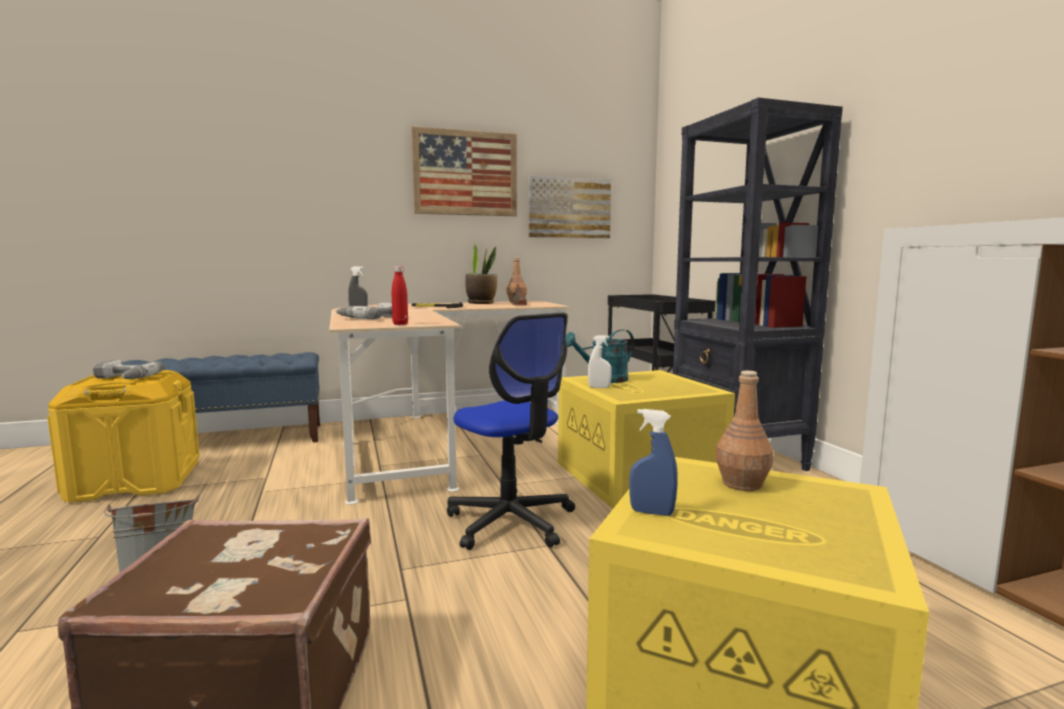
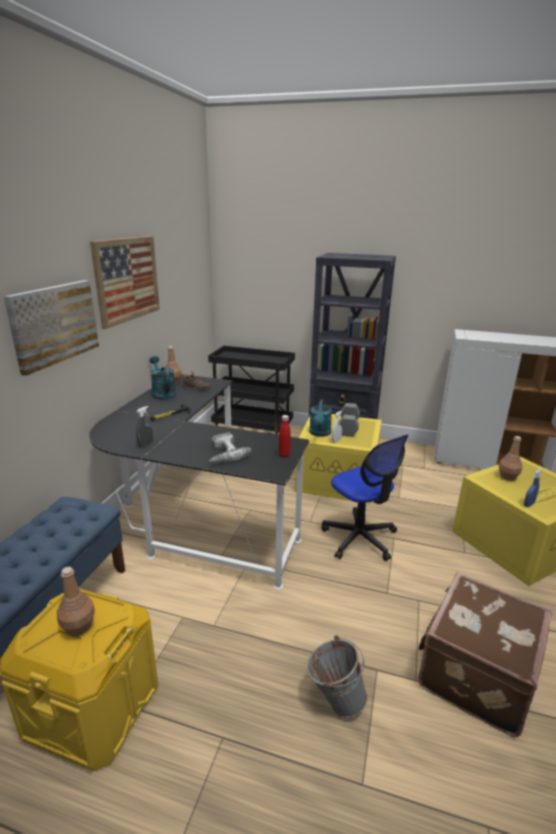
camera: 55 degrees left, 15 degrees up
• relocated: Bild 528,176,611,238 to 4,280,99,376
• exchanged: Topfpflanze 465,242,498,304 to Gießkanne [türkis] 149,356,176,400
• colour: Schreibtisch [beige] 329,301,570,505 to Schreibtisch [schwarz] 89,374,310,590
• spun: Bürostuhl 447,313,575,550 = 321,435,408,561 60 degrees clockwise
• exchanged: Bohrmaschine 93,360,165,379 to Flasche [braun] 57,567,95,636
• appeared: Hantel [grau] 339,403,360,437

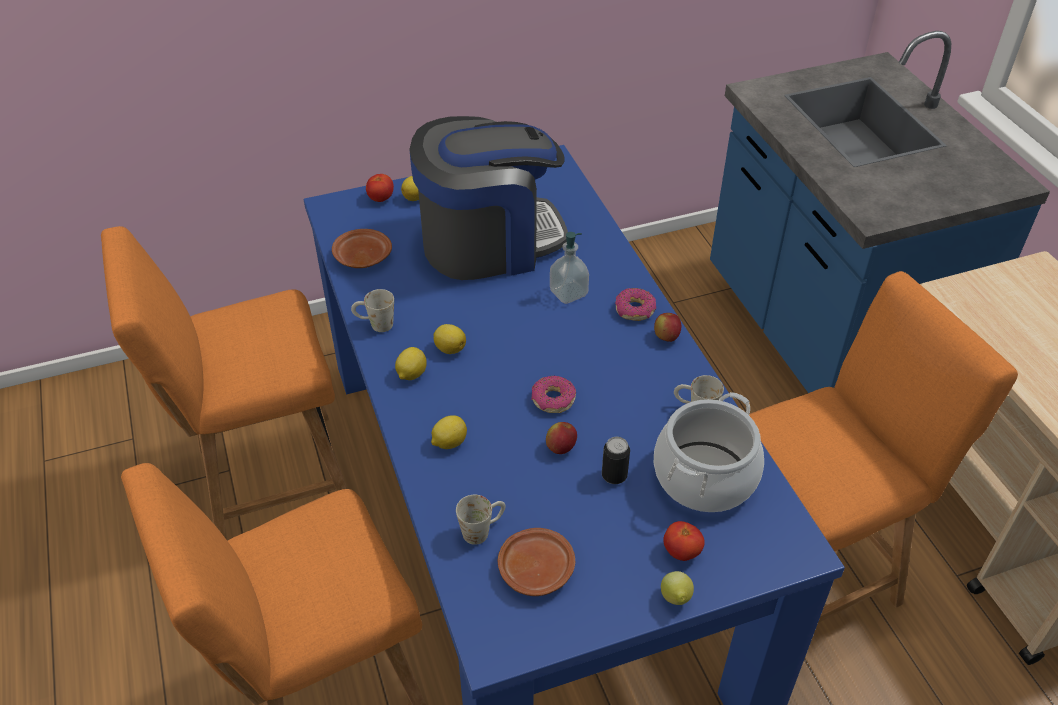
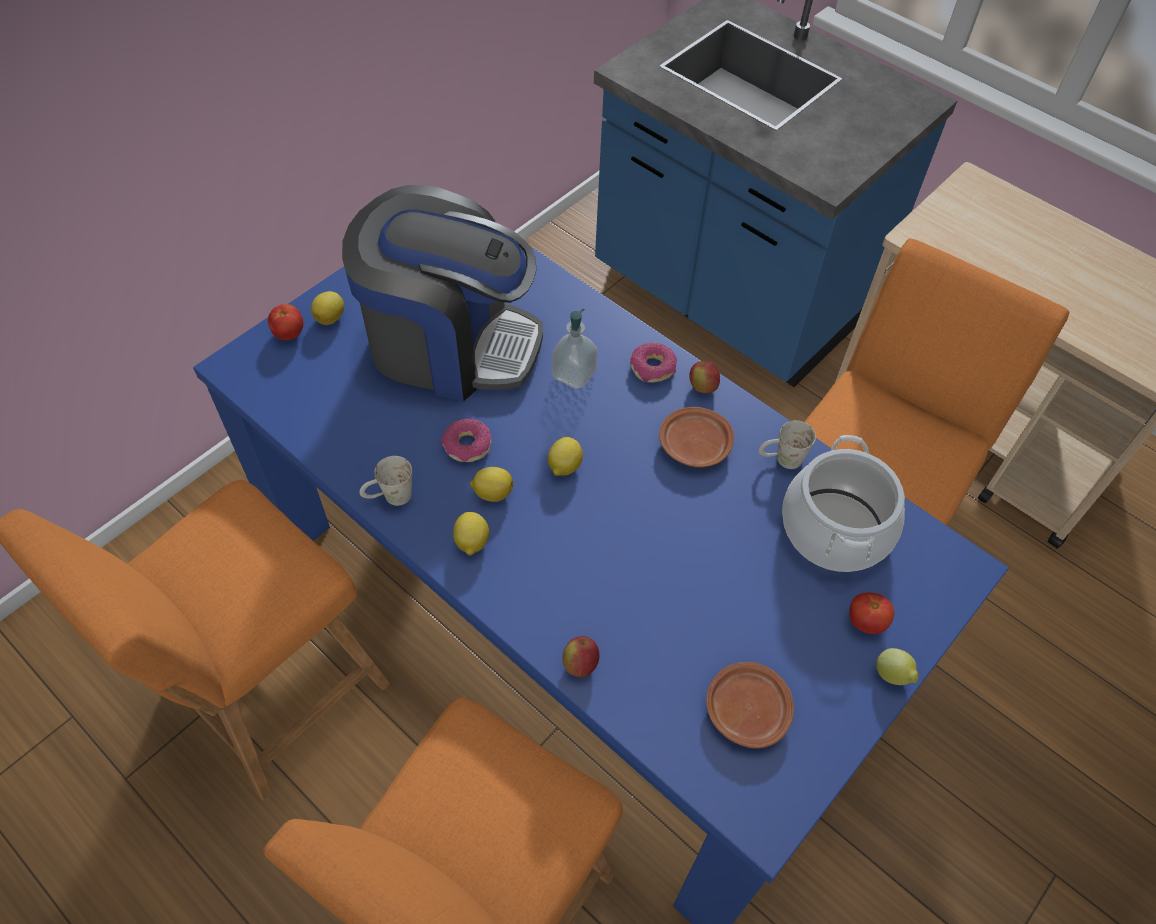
camera: 30 degrees left, 10 degrees up
• spun: Kaffeemaschine 409,116,568,280 = 342,185,543,401 60 degrees clockwise
• relocated: Teller [braun] 332,229,392,268 to 659,407,734,468
• relocated: Donut 531,375,576,413 to 441,419,492,462
• relocated: Zitrone 431,415,467,449 to 548,437,583,476
• relocated: Apfel 546,422,577,454 to 563,636,599,678
• missing: Dose 602,437,630,484
• missing: Henkelbecher [weiß] 456,495,506,545

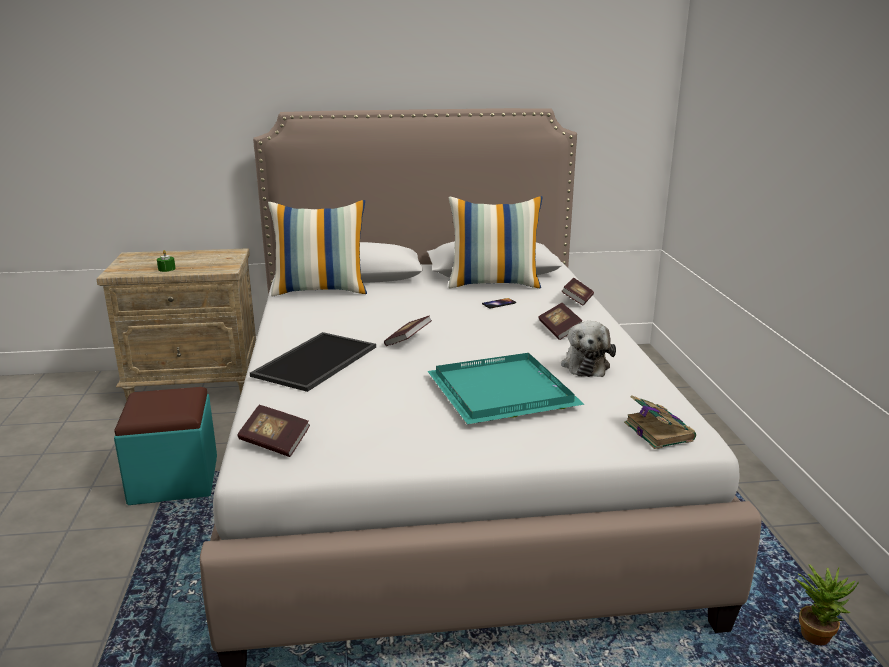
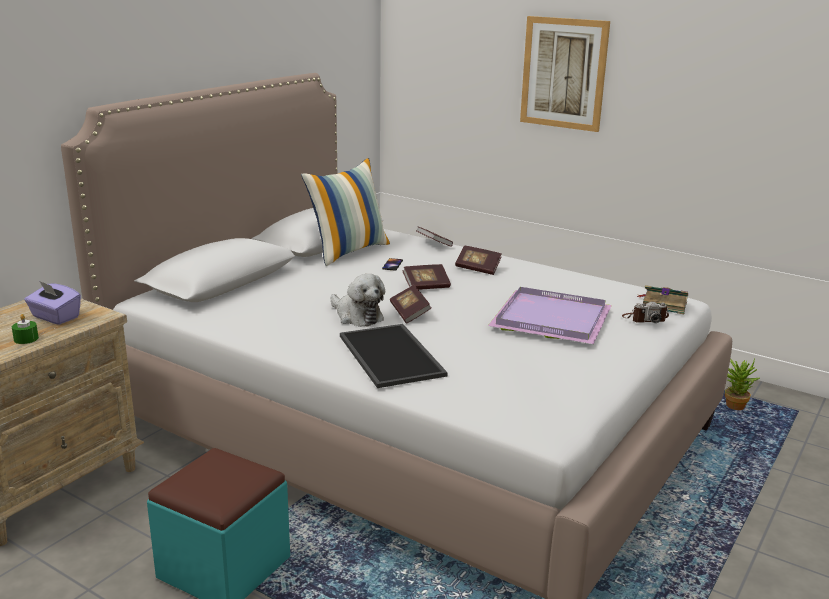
camera: 50 degrees left, 0 degrees up
• missing: Kissen 268,200,367,296
• relocated: Plüschtier 561,321,616,377 to 331,274,385,327
• colour: Tablett [türkis] 428,353,584,424 to Tablett [lila] 488,287,612,344
• relocated: Buch 237,405,310,457 to 403,264,451,290
• appeared: Bild 520,16,610,132
• appeared: Taschentuchbox [lila] 25,281,81,325
• appeared: Kamera 622,301,669,323

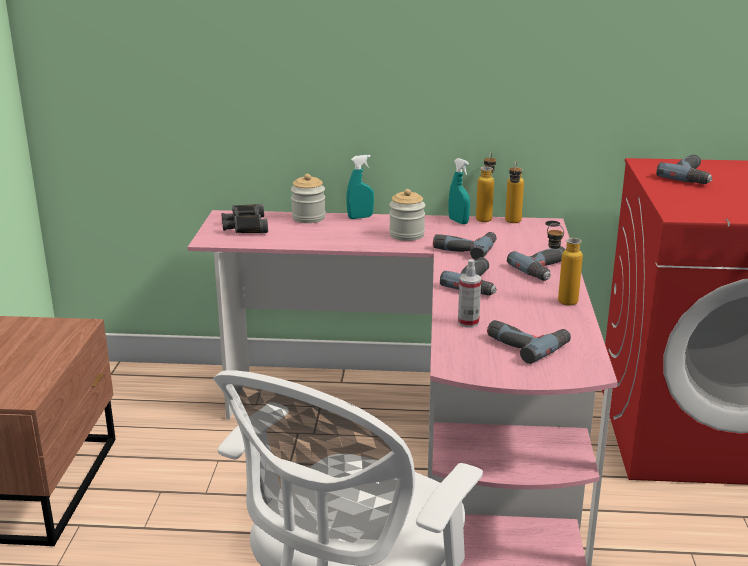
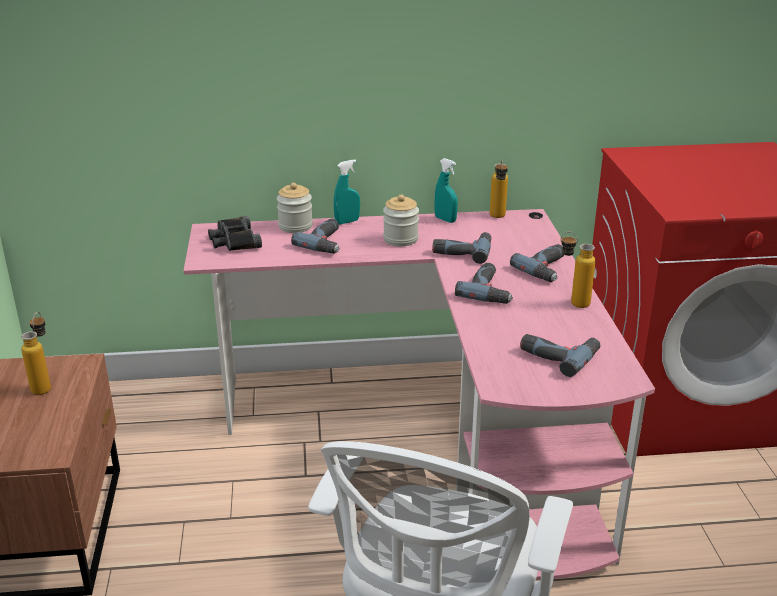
camera: 10 degrees left, 5 degrees up
• relocated: Flasche 476,152,496,222 to 21,312,51,395
• relocated: Bohrmaschine 656,154,713,184 to 291,218,340,254
• missing: Sprühflasche 458,259,481,327

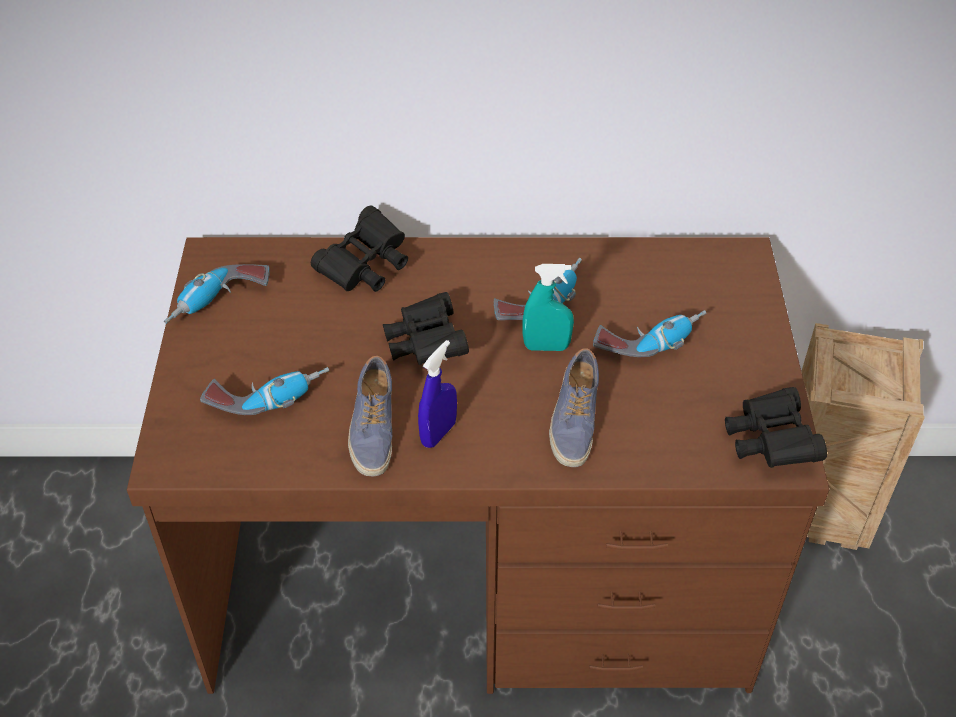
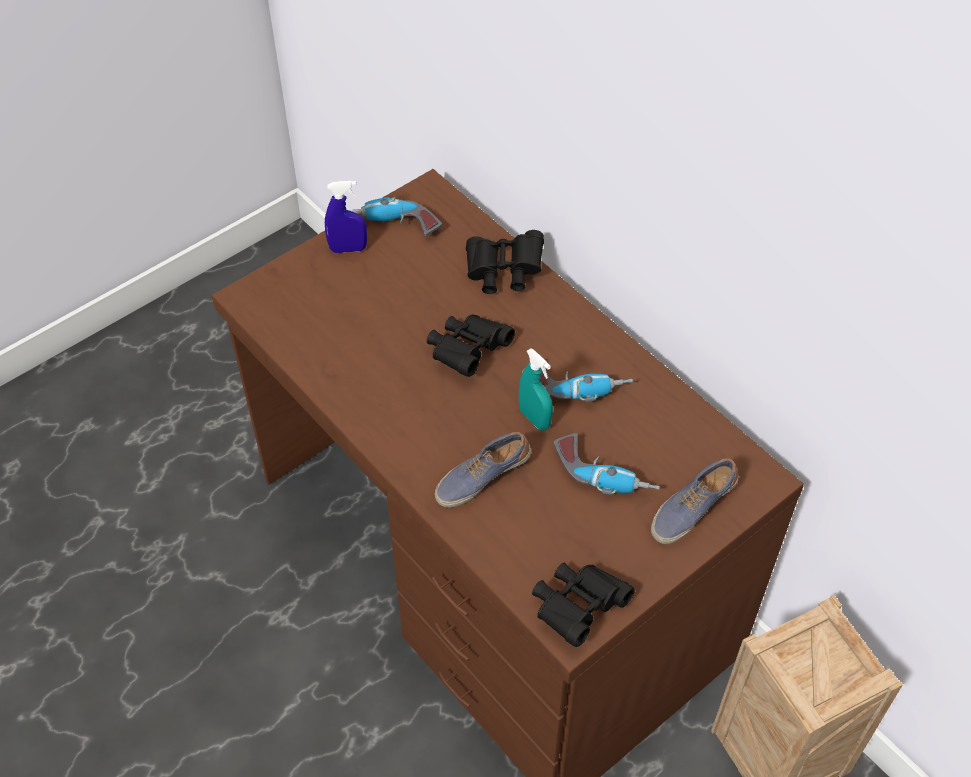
camera: 50 degrees right, 5 degrees up
• relocated: Sprühflasche [blau] 418,340,457,448 to 325,181,367,253
• relocated: Schuh 348,356,392,476 to 651,458,738,544
• missing: Bohrmaschine 200,367,329,415

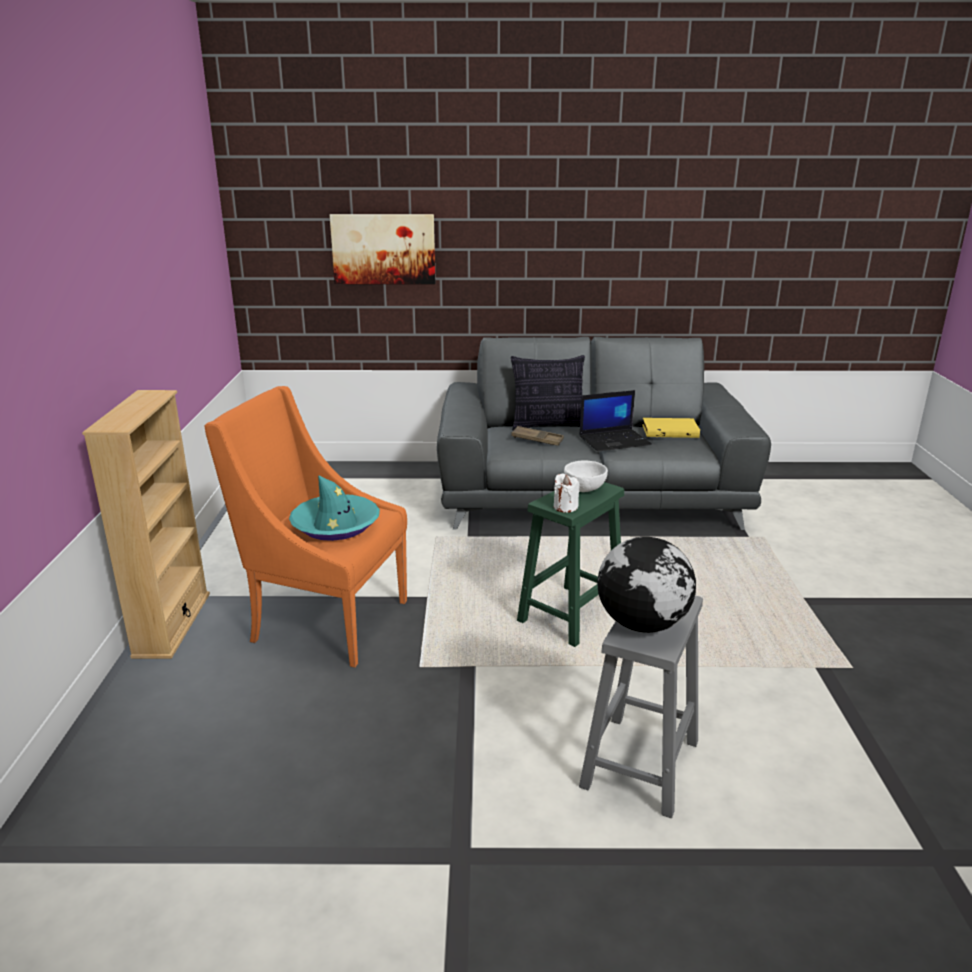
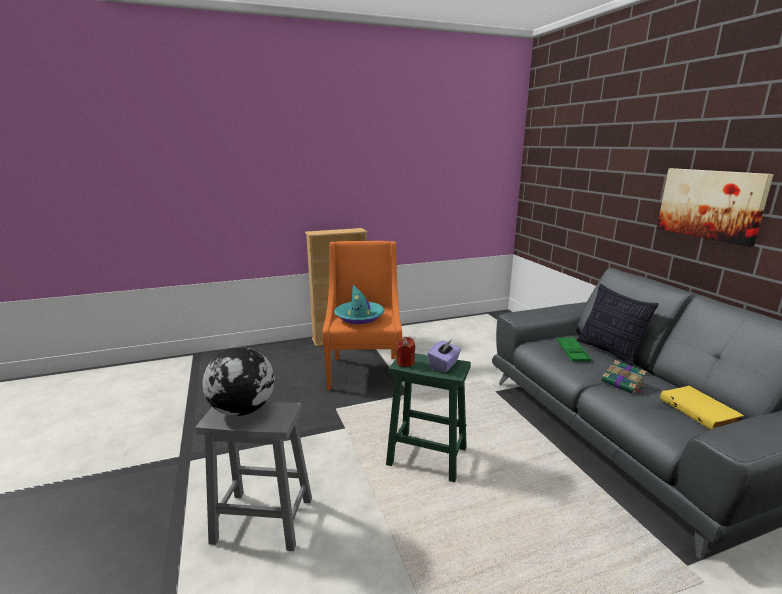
camera: 70 degrees right, 5 degrees down
• relocated: Bild 329,214,436,284 to 657,168,774,247
• exchanged: Laptop 579,390,652,451 to Buch 602,360,647,394
• colour: Tablett [braun] 511,426,564,446 to Tablett [grün] 556,337,591,361
• exchanged: Schüssel [weiß] 564,460,608,492 to Taschentuchbox [lila] 427,340,461,372
• colour: Kerze [weiß] 554,474,580,513 to Kerze [rot] 396,337,415,367

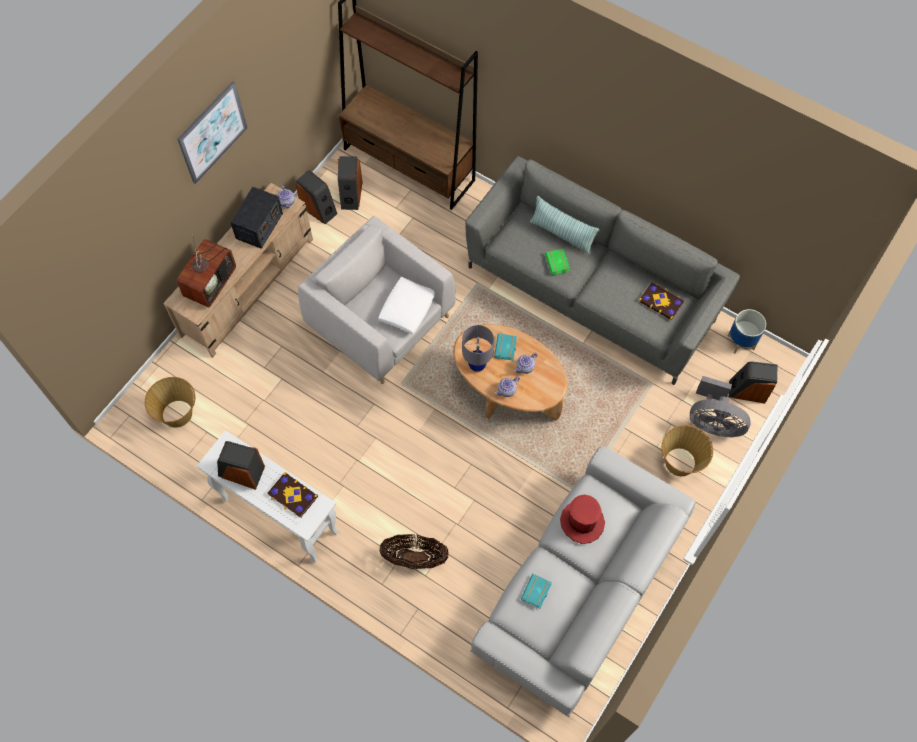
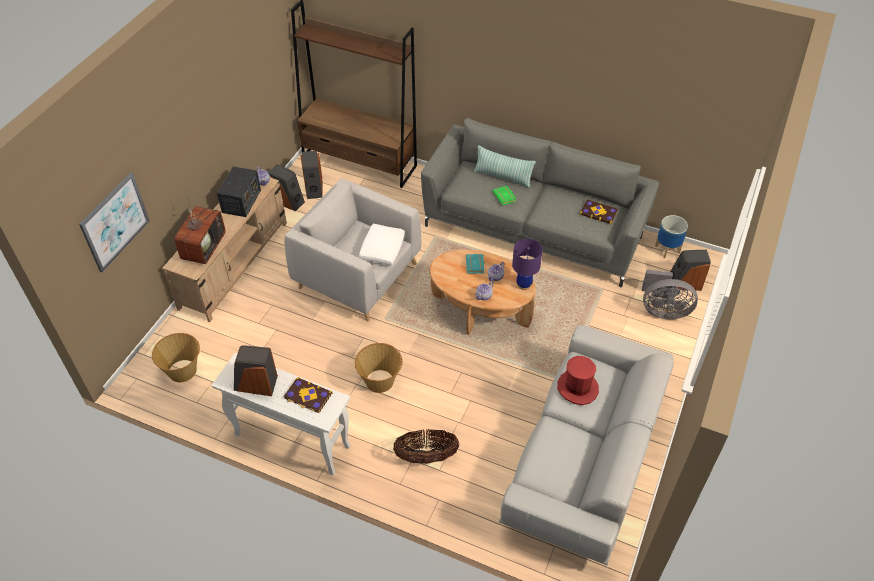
camera: 10 degrees left, 15 degrees down
• relocated: Bild 177,81,247,184 to 79,172,150,272
• missing: Tischlampe [grau] 462,325,494,373
• relocated: Korb 662,425,713,476 to 355,343,403,393
• missing: Buch [türkis] 521,574,552,608
• appeared: Tischlampe [lila] 512,239,543,290

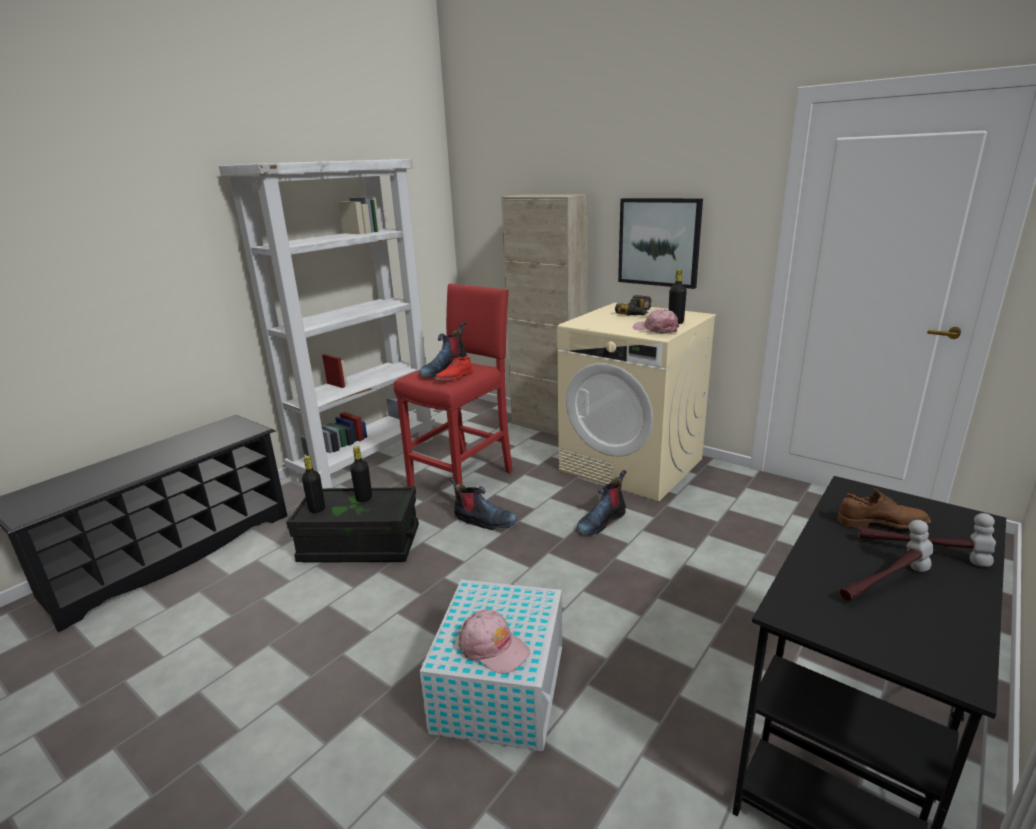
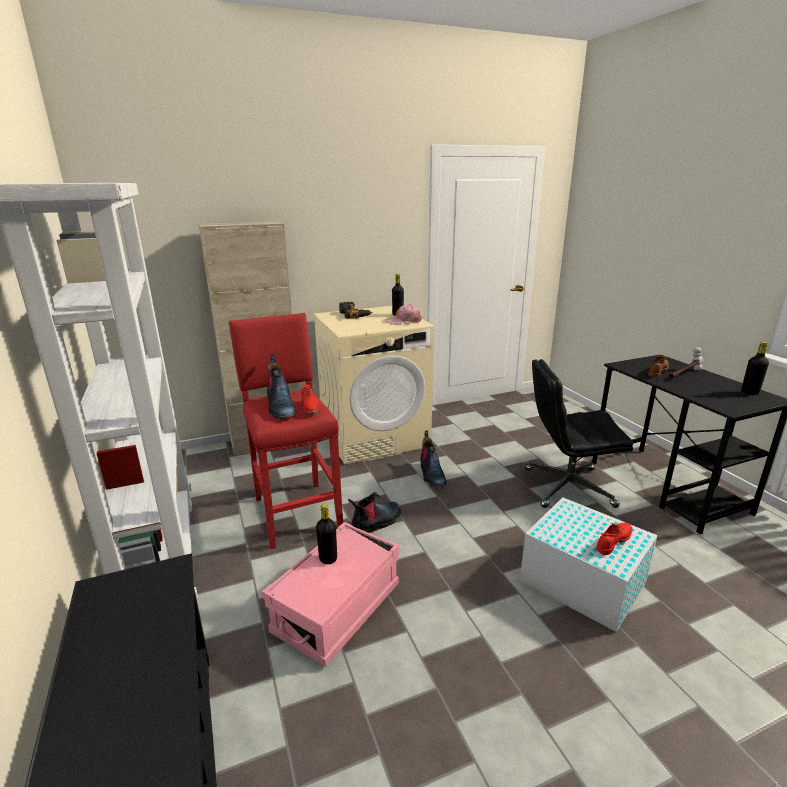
camera: 60 degrees left, 0 degrees up
• missing: Bild 618,198,703,289
• relocated: Flasche [schwarz] 302,456,325,513 to 741,341,769,395
• colour: Aufbewahrungsbox [schwarz] 286,487,419,563 to Aufbewahrungsbox [rosa] 262,522,399,667
• missing: Hammer 840,520,933,601
• exchanged: Kappe [rosa] 458,609,530,674 to Schuh [rot] 596,523,633,555
• appeared: Bürostuhl [schwarz] 525,359,633,508

